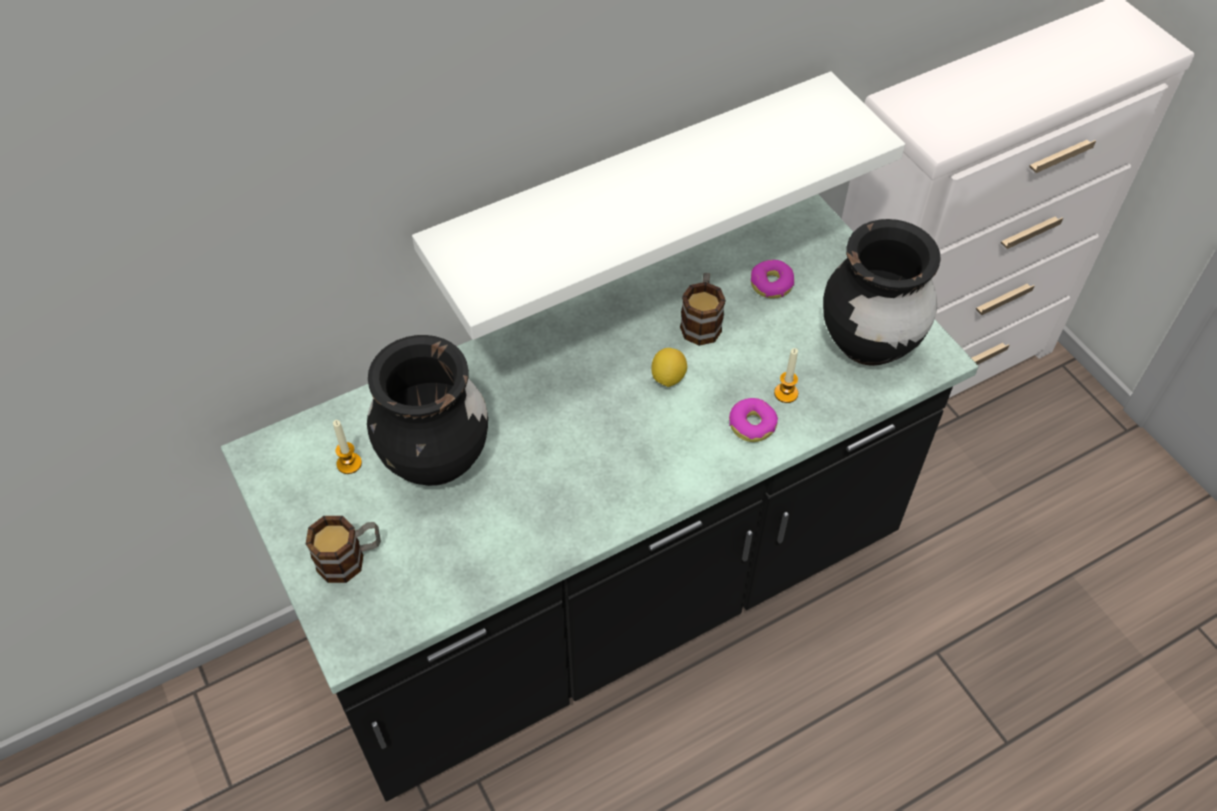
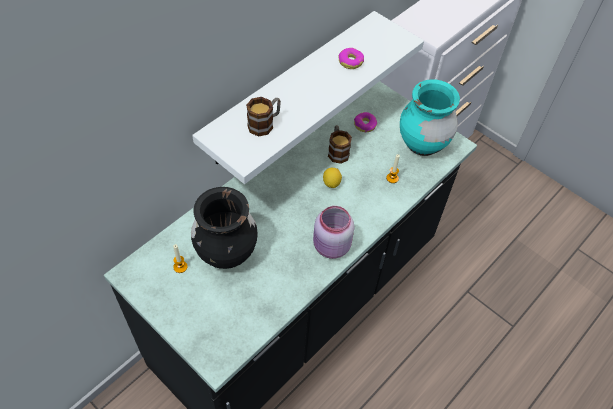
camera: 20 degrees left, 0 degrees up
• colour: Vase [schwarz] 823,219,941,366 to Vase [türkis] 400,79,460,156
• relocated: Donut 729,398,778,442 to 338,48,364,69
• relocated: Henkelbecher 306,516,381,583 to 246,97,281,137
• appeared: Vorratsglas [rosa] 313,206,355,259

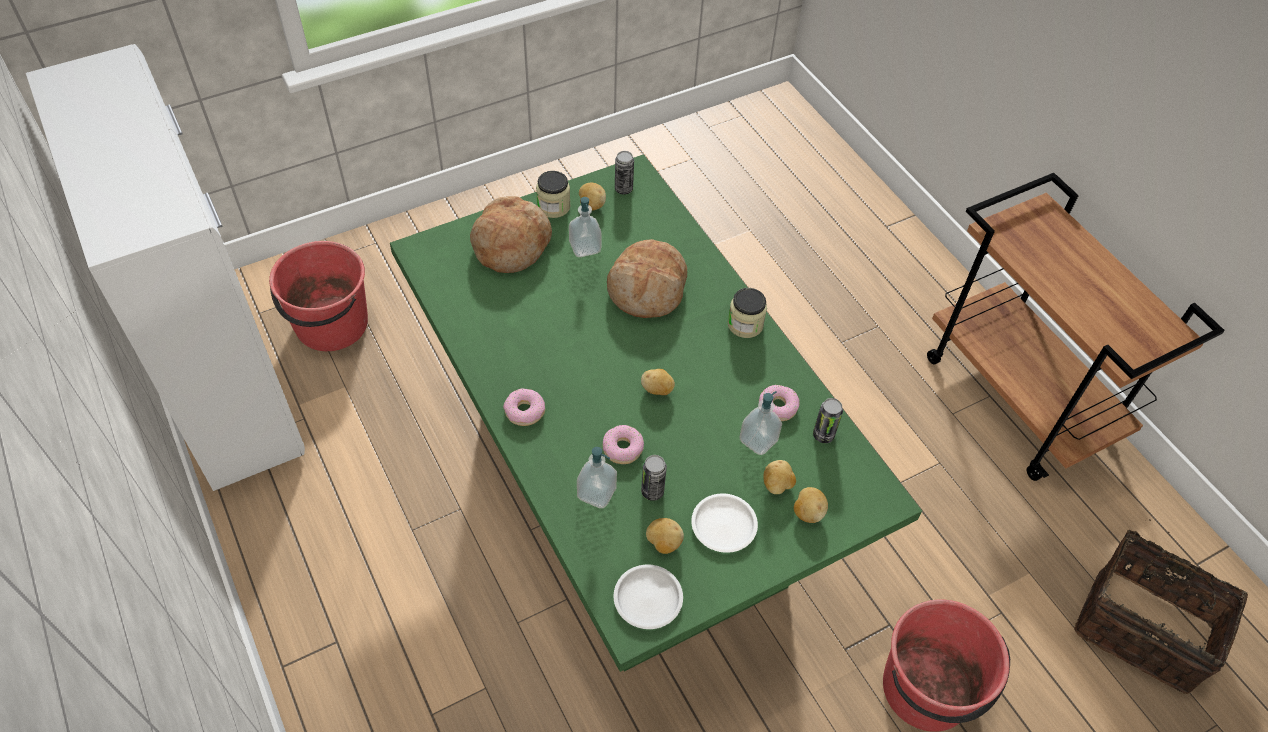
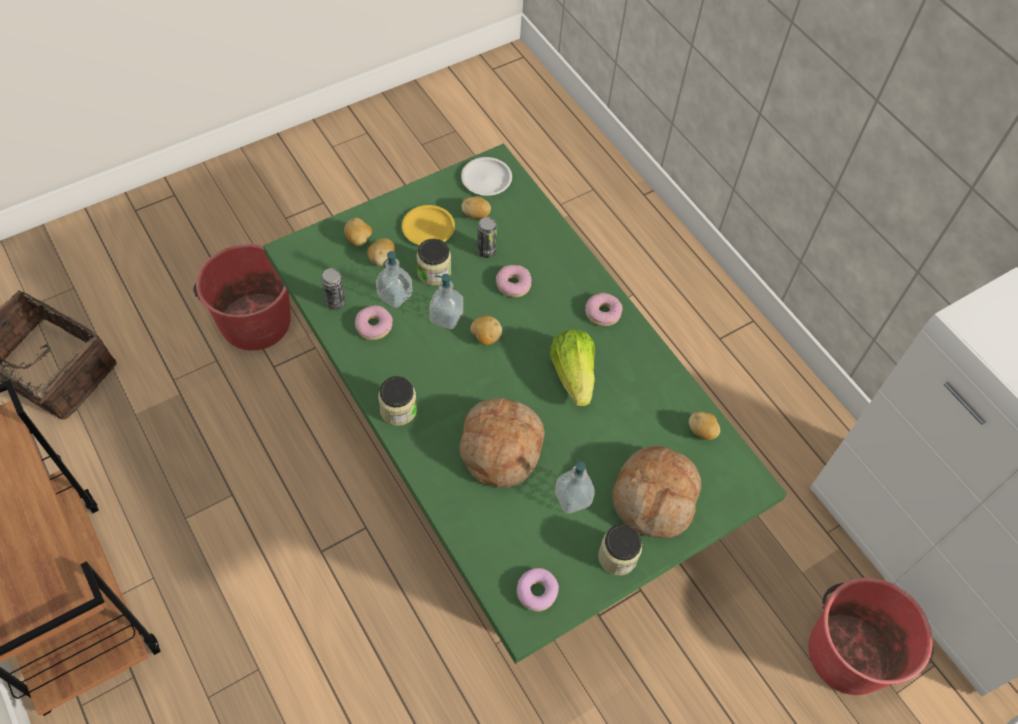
camera: 175 degrees right, 5 degrees up
• exchanged: Dose 615,151,634,194 to Donut 517,568,559,611
• relocated: Kartoffel 579,183,606,210 to 689,412,720,440
• relocated: Seifenspender 577,447,617,508 to 429,274,463,329
• colour: Teller [weiß] 691,493,758,553 to Teller [gelb] 402,205,455,245
• appeared: Vorratsglas 417,239,451,286
• appeared: Salatkopf 550,329,595,406

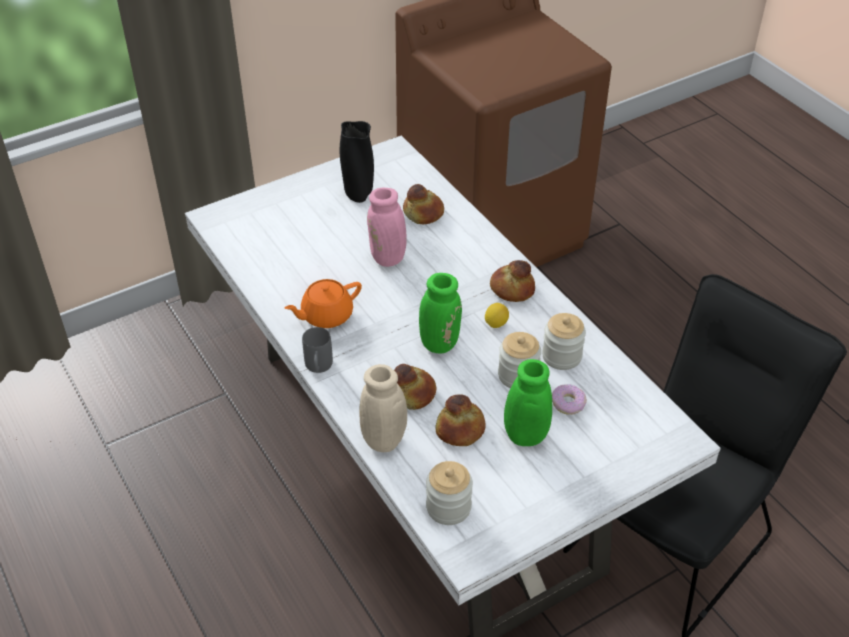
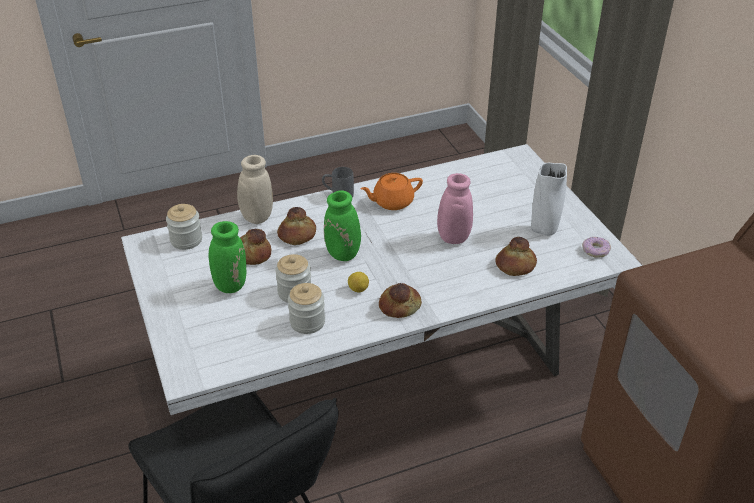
camera: 100 degrees right, 5 degrees down
• colour: Vase [schwarz] 340,121,374,203 to Vase [weiß] 531,163,567,236
• spun: Teekanne [orange] 284,279,362,328 = 360,173,423,210 90 degrees counterclockwise
• relocated: Donut 552,384,587,415 to 582,237,611,258

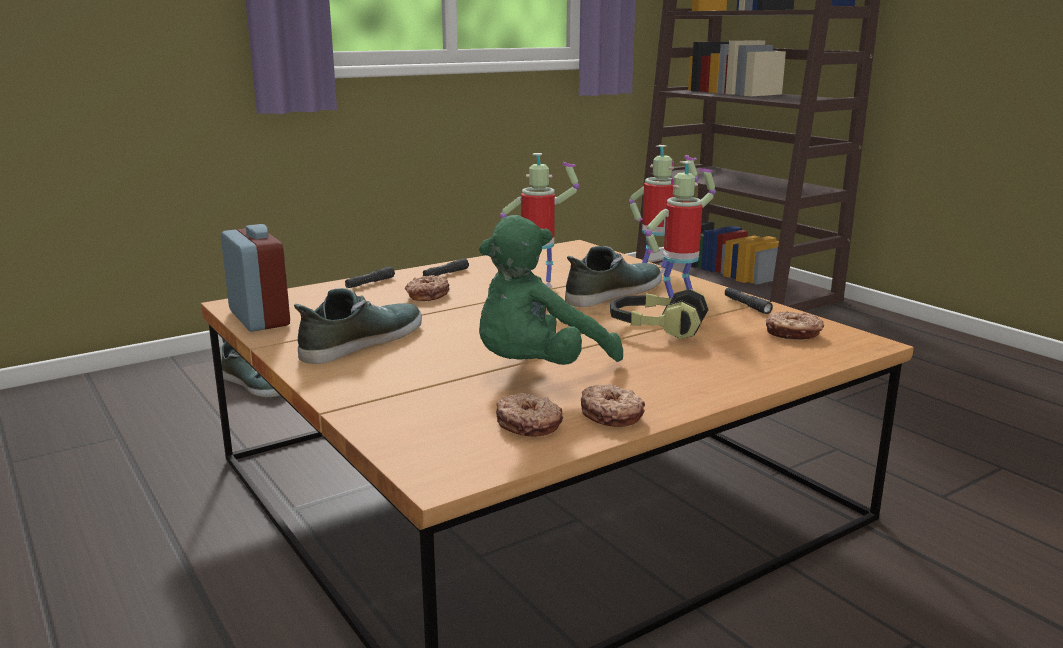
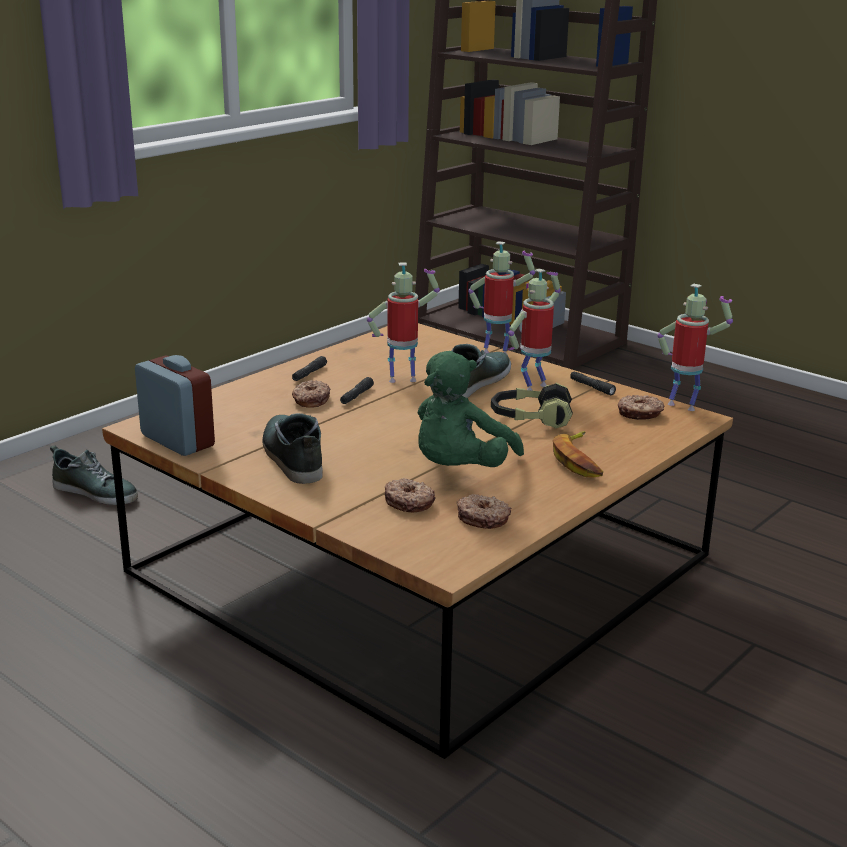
camera: 15 degrees left, 5 degrees up
• relocated: Taschenlampe [schwarz] 345,267,395,288 to 340,377,374,404
• spun: Schuh 294,288,422,364 = 262,413,323,484 45 degrees counterclockwise
• relocated: Donut 581,384,645,427 to 385,478,435,512
• appeared: Spielzeugroboter 657,284,733,411
• appeared: Banane 553,431,603,477

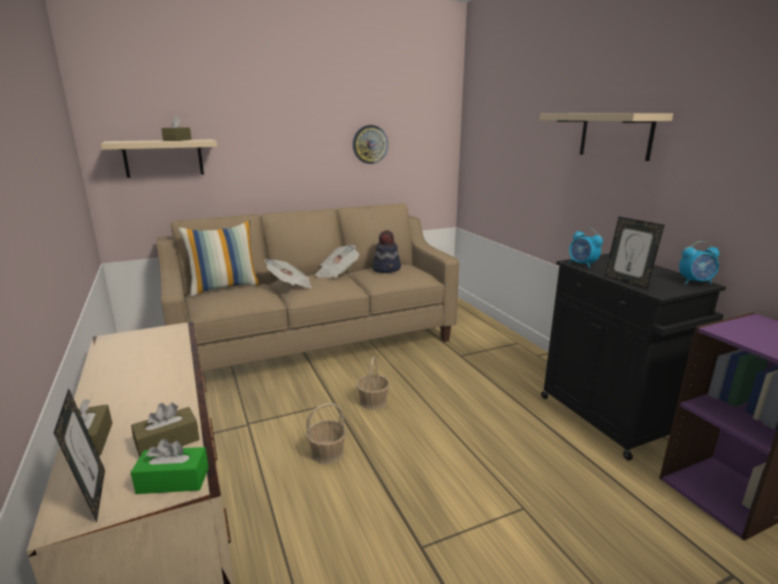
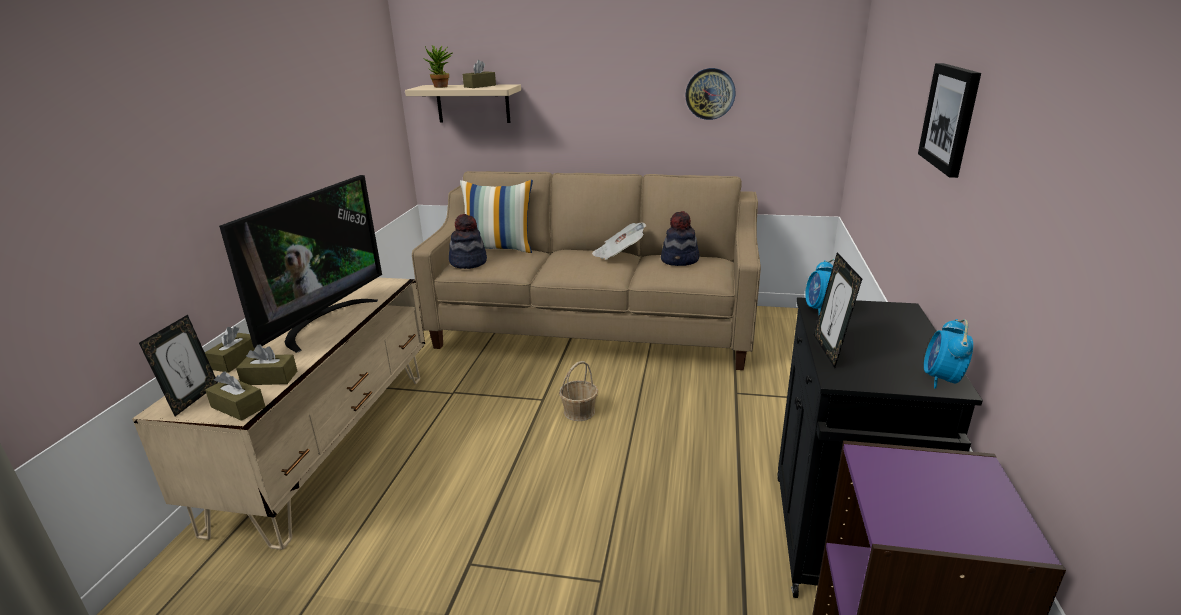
camera: 35 degrees right, 5 degrees up
• exchanged: Wandregal [beige] 540,113,673,161 to Bild 918,63,981,178
• spun: Wecker 679,241,719,284 = 924,319,973,388 75 degrees clockwise
• missing: Zeitung 264,259,311,288
• missing: Korb 306,403,347,464
• colour: Taschentuchbox [grün] 131,438,209,494 to Taschentuchbox [braun] 205,371,266,421
• appeared: Topfpflanze 424,45,452,88
• appeared: Fernseher 219,175,382,353
• appeared: Hut 449,214,487,269

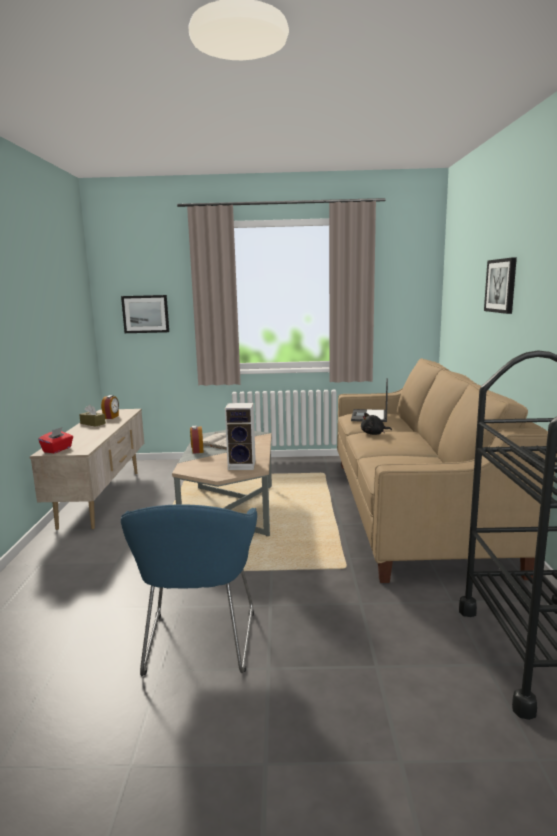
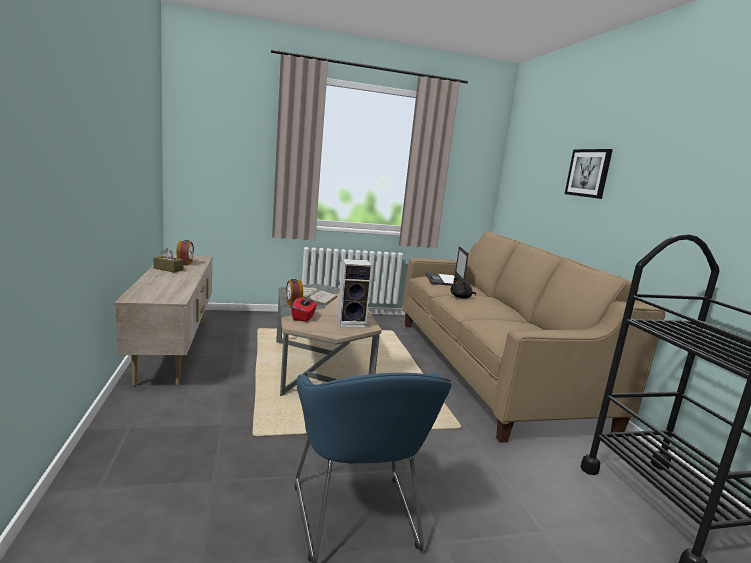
camera: 15 degrees left, 0 degrees up
• missing: Bild 121,295,169,333
• relocated: Taschentuchbox [rot] 38,427,73,453 to 291,295,317,322

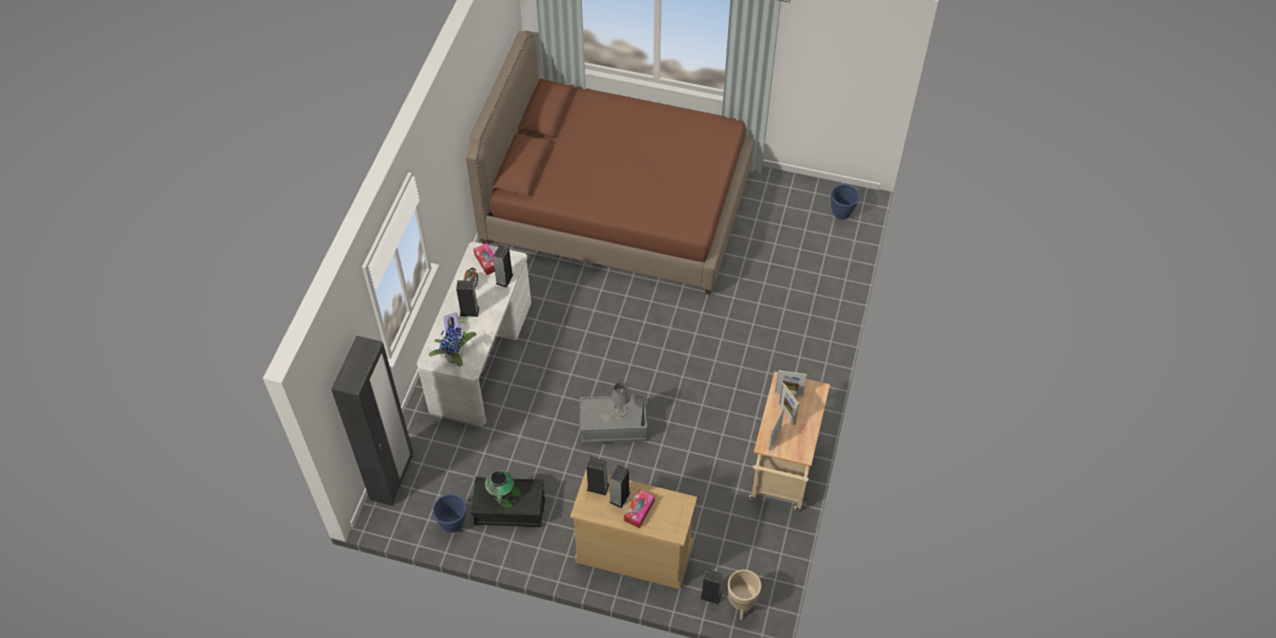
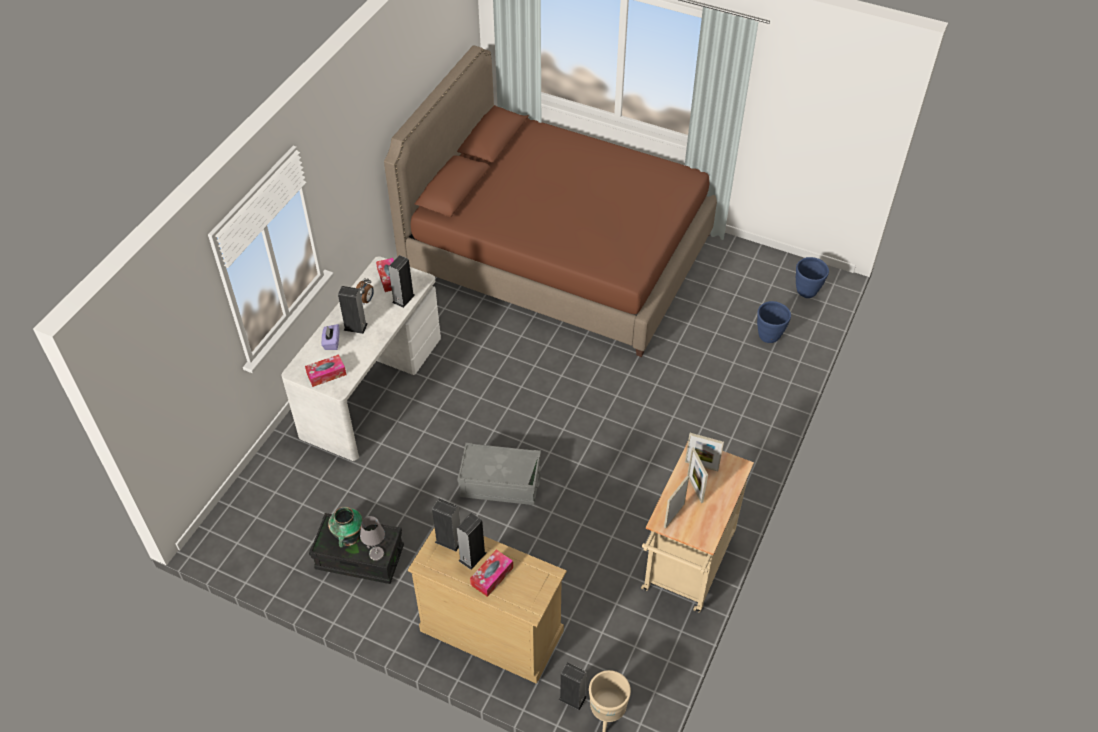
camera: 10 degrees right, 5 degrees down
• exchanged: Topfpflanze 429,315,477,367 to Taschentuchbox 305,354,346,387
• missing: Kleiderschrank [schwarz] 331,336,413,506
• relocated: Tischlampe [grau] 611,382,631,417 to 360,516,385,561
• relocated: Pflanzkübel [blau] 433,494,466,533 to 757,301,791,343

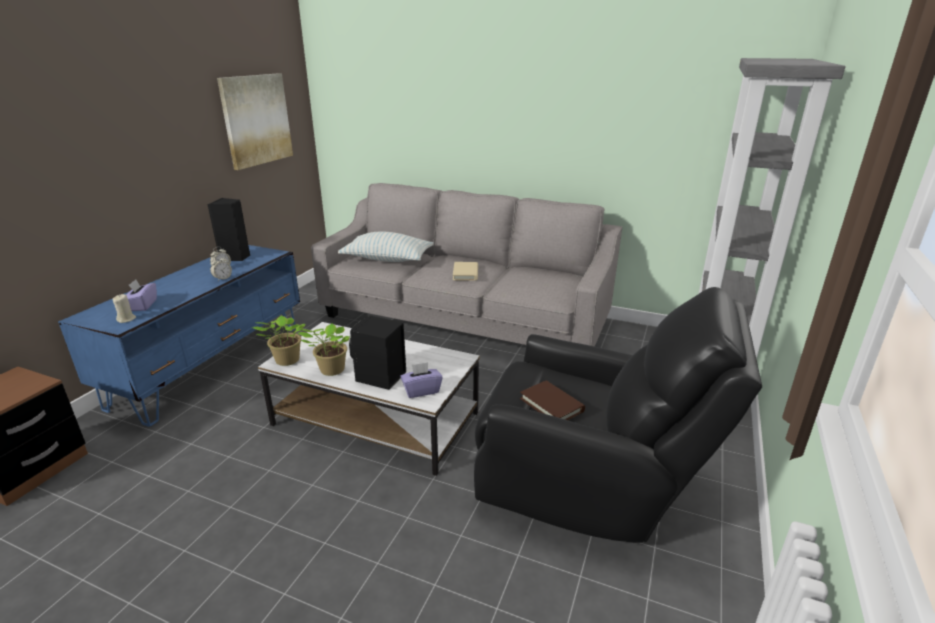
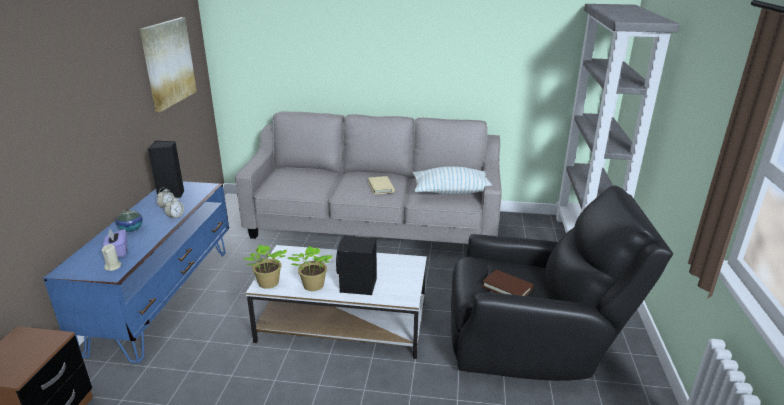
camera: 15 degrees left, 0 degrees up
• relocated: Kissen 338,232,434,262 to 413,166,492,194
• missing: Taschentuchbox [lila] 400,362,443,398
• appeared: Vase 116,209,143,232

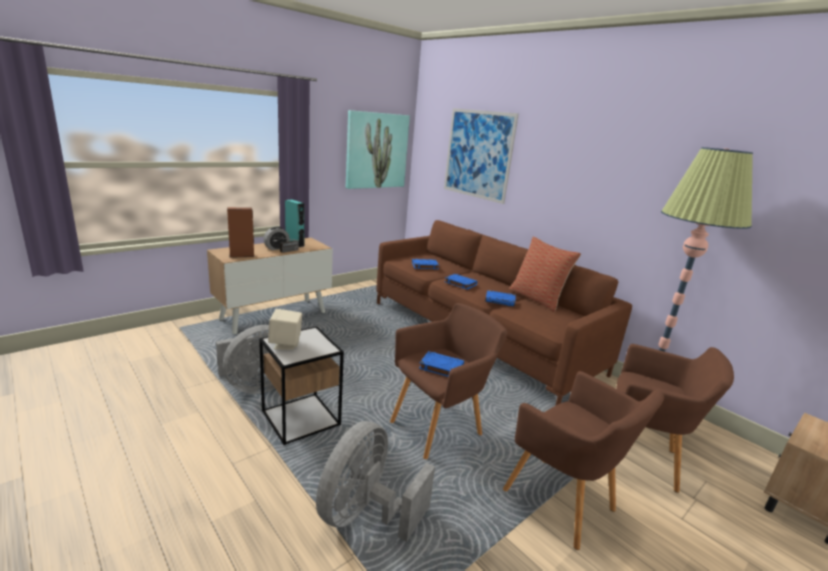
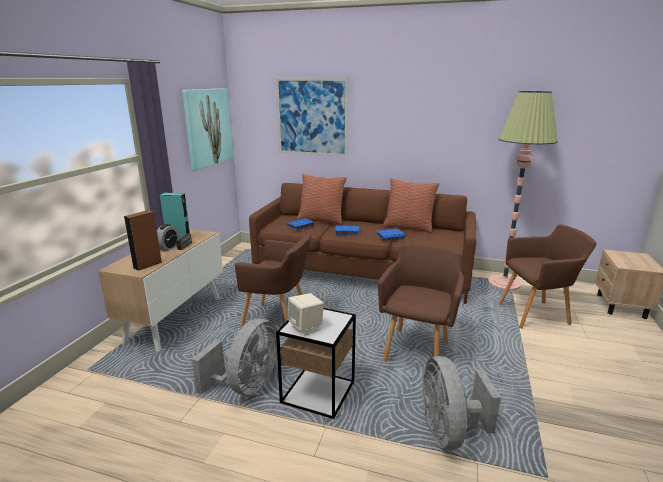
camera: 30 degrees left, 0 degrees up
• missing: Buch [blau] 419,351,464,377
• relocated: Sessel [braun] 503,371,664,550 to 235,233,312,328
• appeared: Kissen 297,174,347,225

